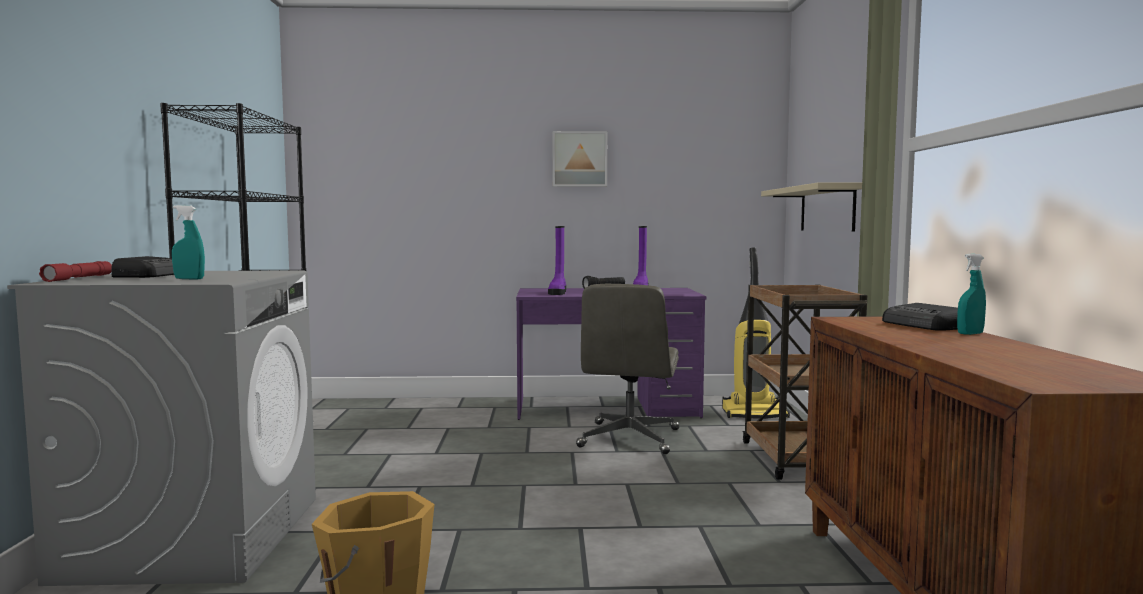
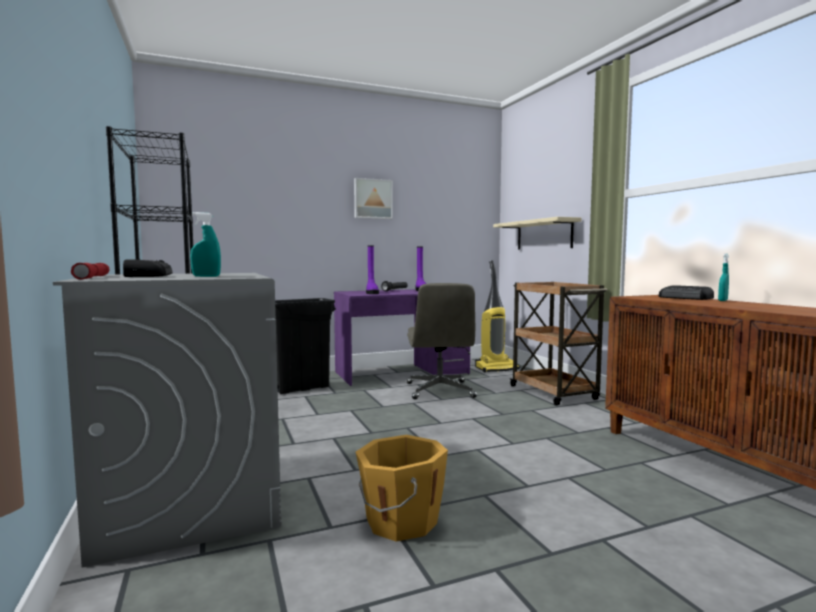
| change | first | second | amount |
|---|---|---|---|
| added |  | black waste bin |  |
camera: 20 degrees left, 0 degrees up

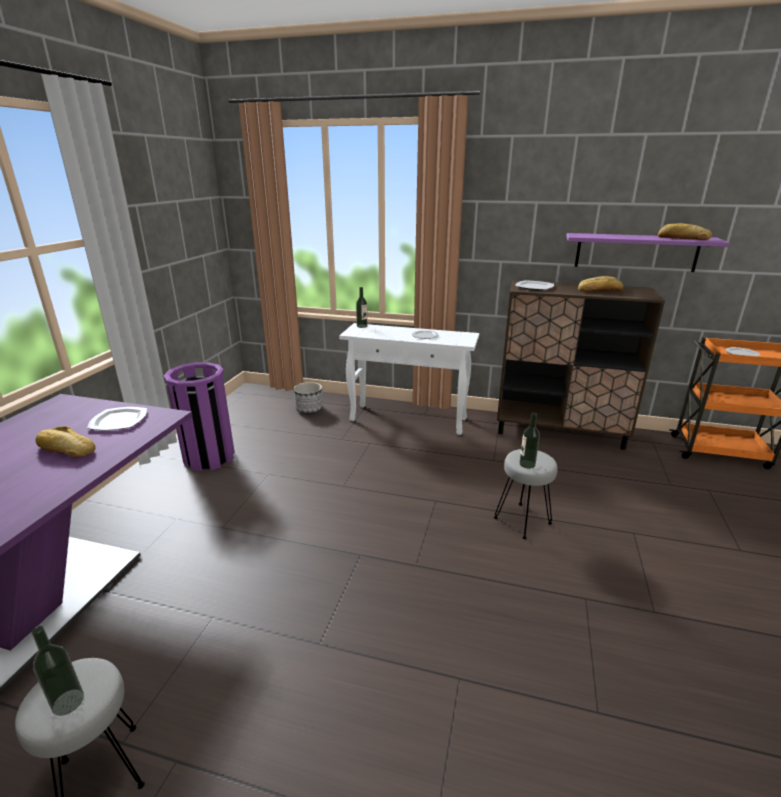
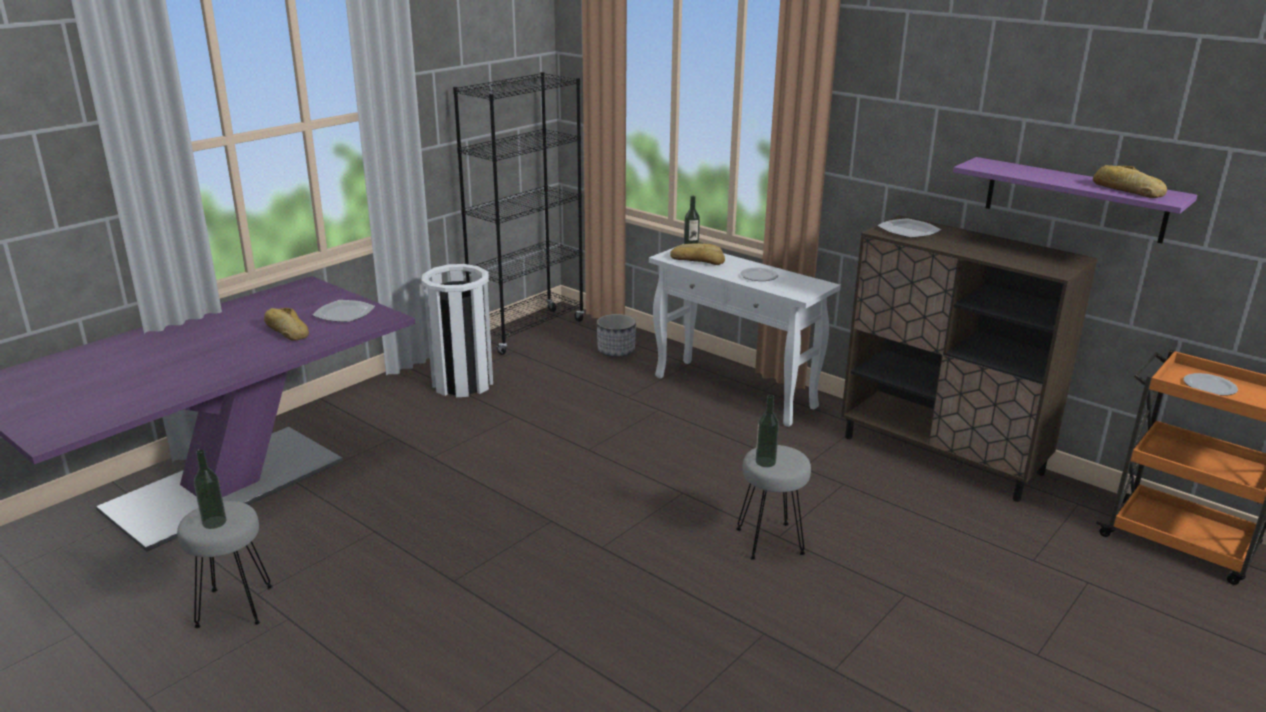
| change | first | second | amount |
|---|---|---|---|
| moved | bread (2nd from left) |  |  |
| recoloured | purple-coloured waste bin | white waste bin |  |
| added |  | black bookcase |  |
camera: 25 degrees right, 0 degrees up

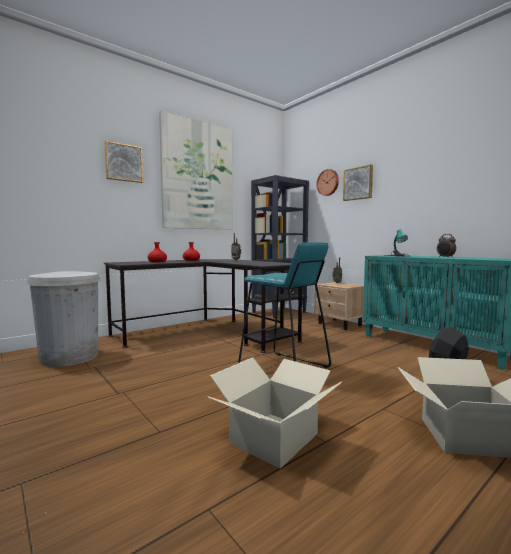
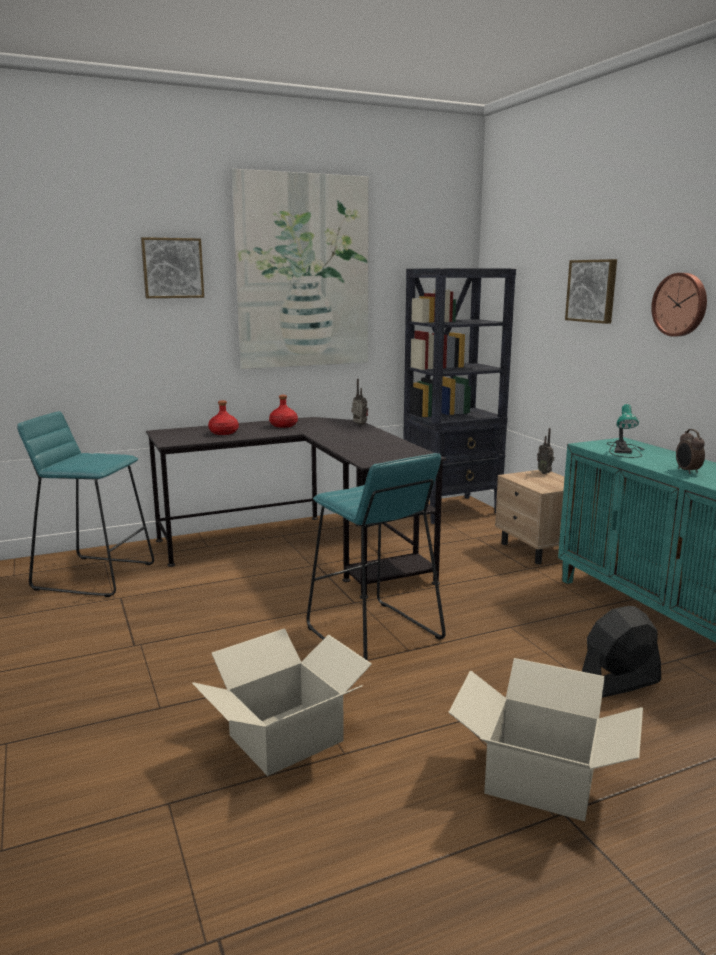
| change | first | second | amount |
|---|---|---|---|
| moved | wall clock |  |  |
| replaced | white waste bin | turquoise-coloured stool (1st from left) |  |
camera: 15 degrees right, 10 degrees up

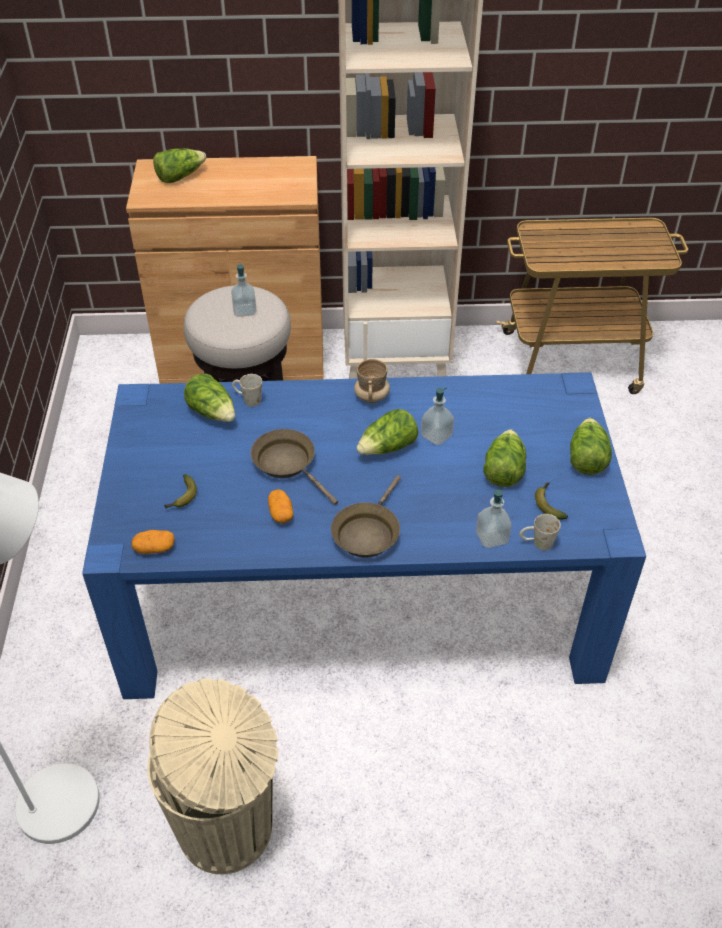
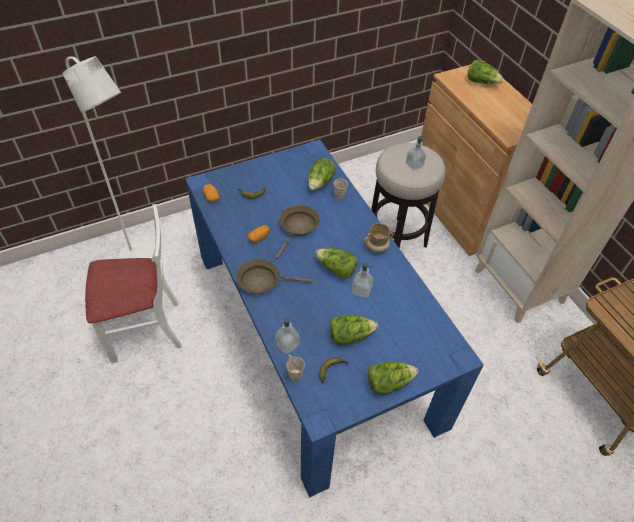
| change | first | second | amount |
|---|---|---|---|
| replaced | beige waste bin | white chair |  |
camera: 65 degrees right, 5 degrees up

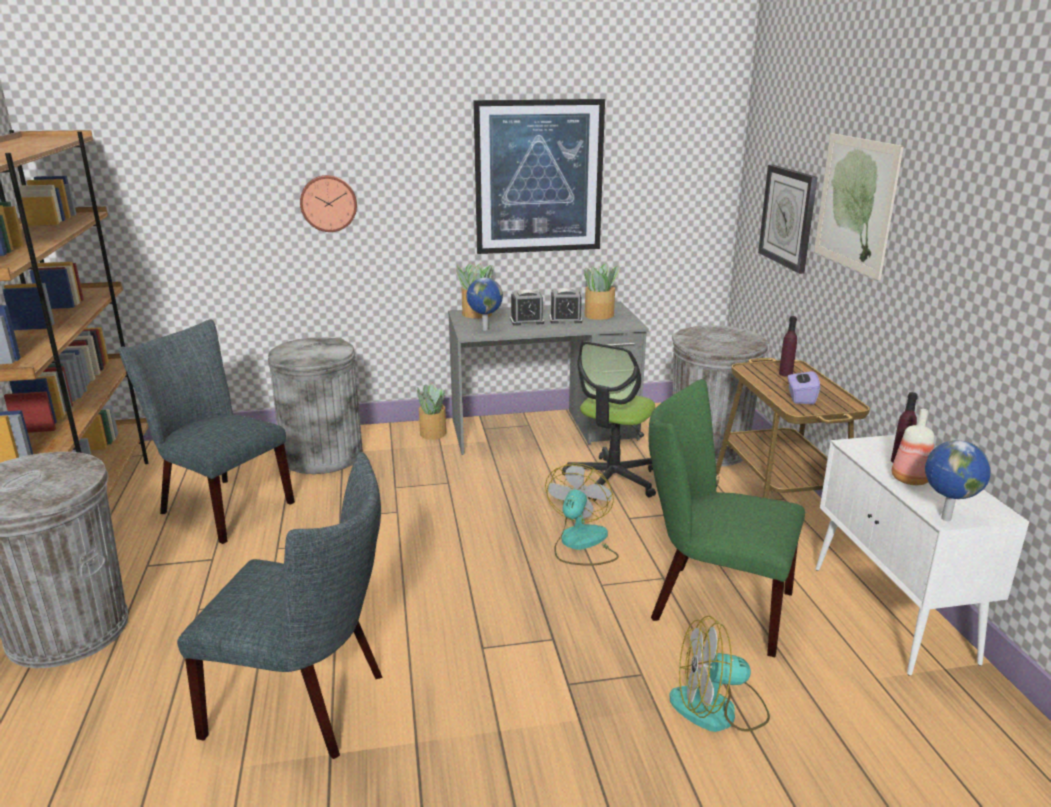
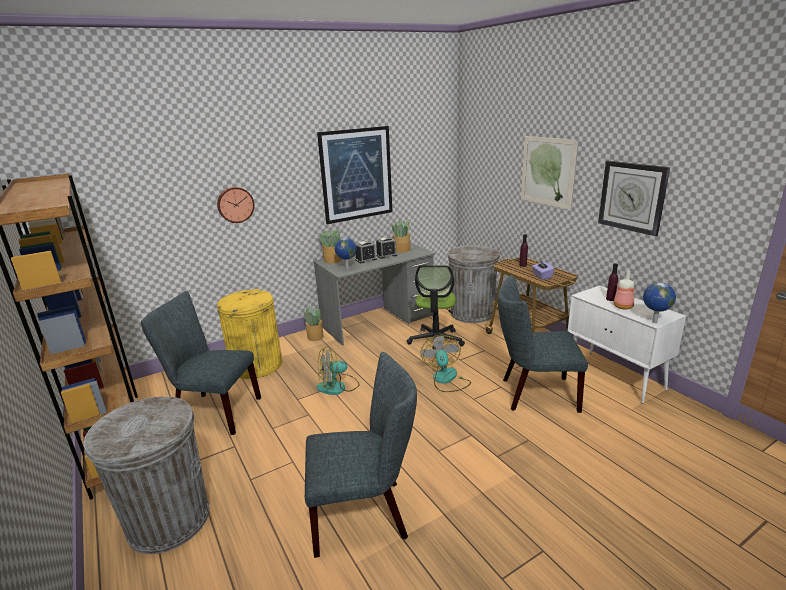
| change | first | second | amount |
|---|---|---|---|
| moved | wall clock (2nd from left) |  |  |
| recoloured | grey waste bin (2nd from left) | yellow-coloured waste bin |  |
| recoloured | green chair | grey chair (3rd from left) |  |
| moved | cooling fan (2nd from left in the first image) | cooling fan (1st from left) |  |
camera: 20 degrees left, 0 degrees up

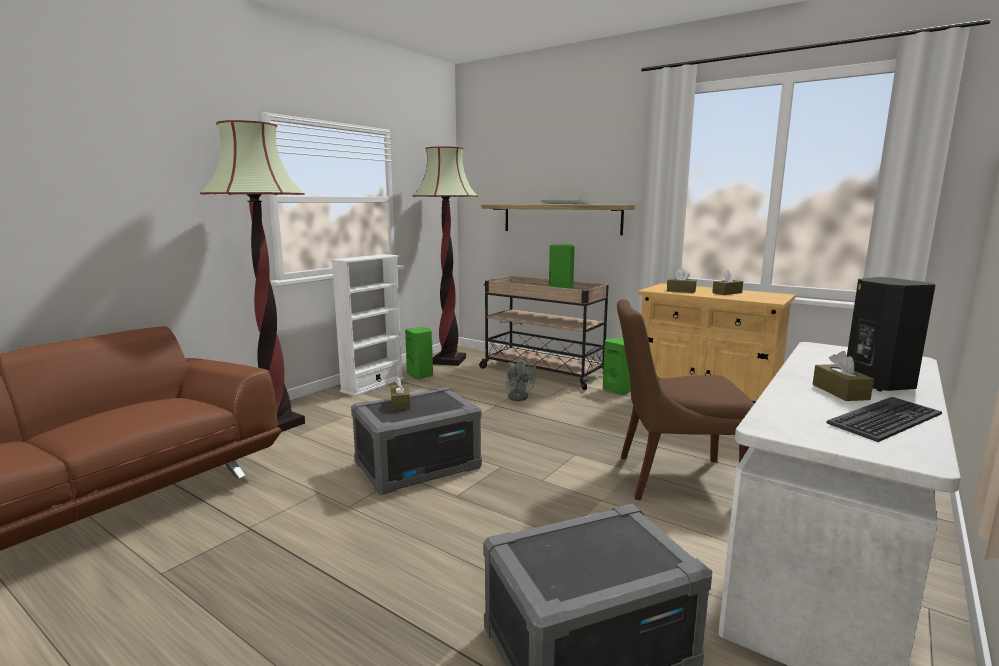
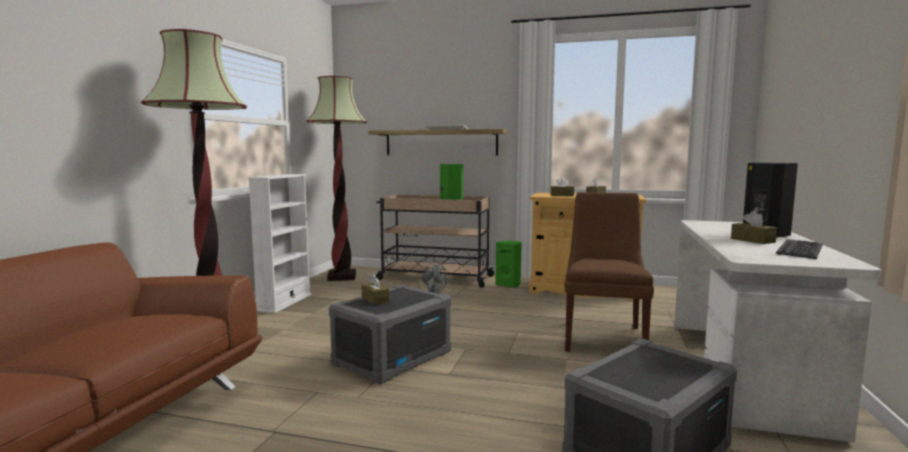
| change | first | second | amount |
|---|---|---|---|
| turned | brown chair |  | 120 degrees clockwise |
| removed | green audio speaker (1st from left) |  |  |
camera: 20 degrees left, 5 degrees down

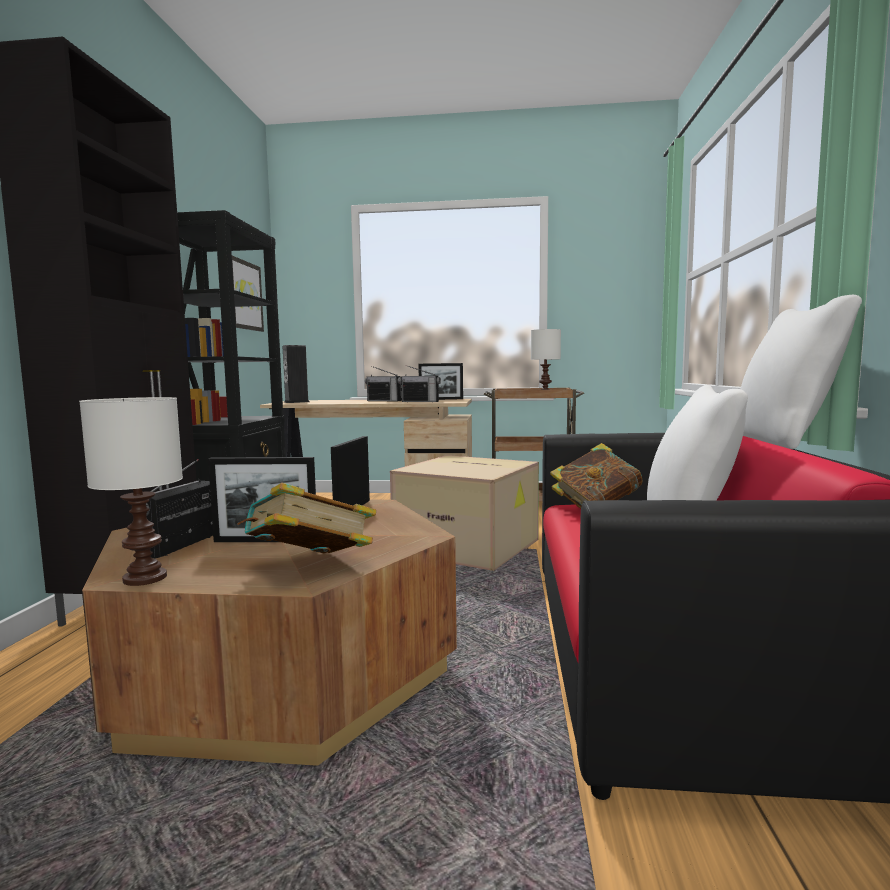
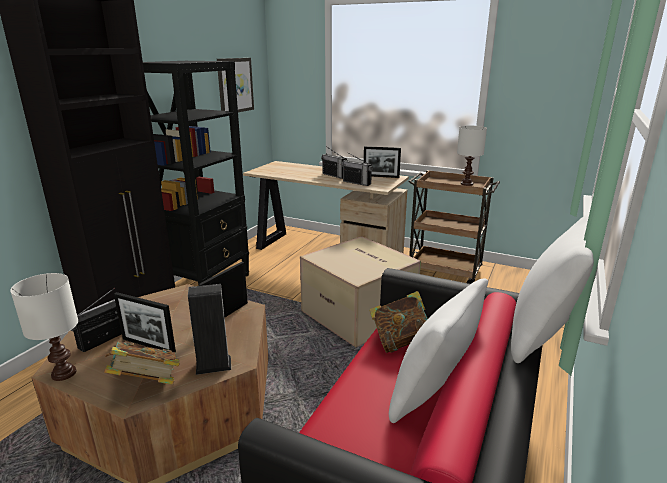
| change | first | second | amount |
|---|---|---|---|
| moved | audio speaker |  |  |
camera: 20 degrees right, 15 degrees up

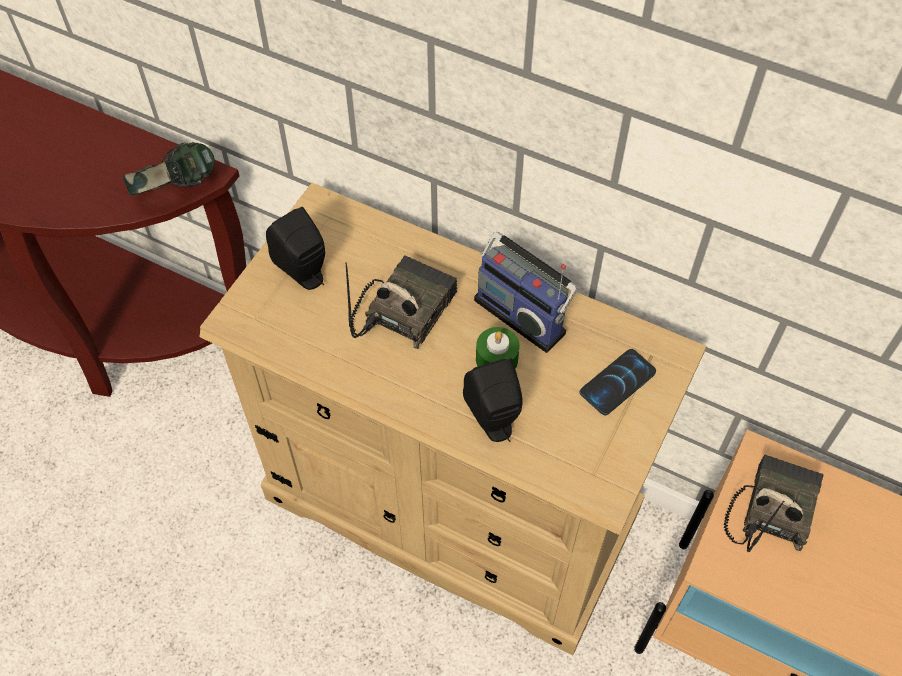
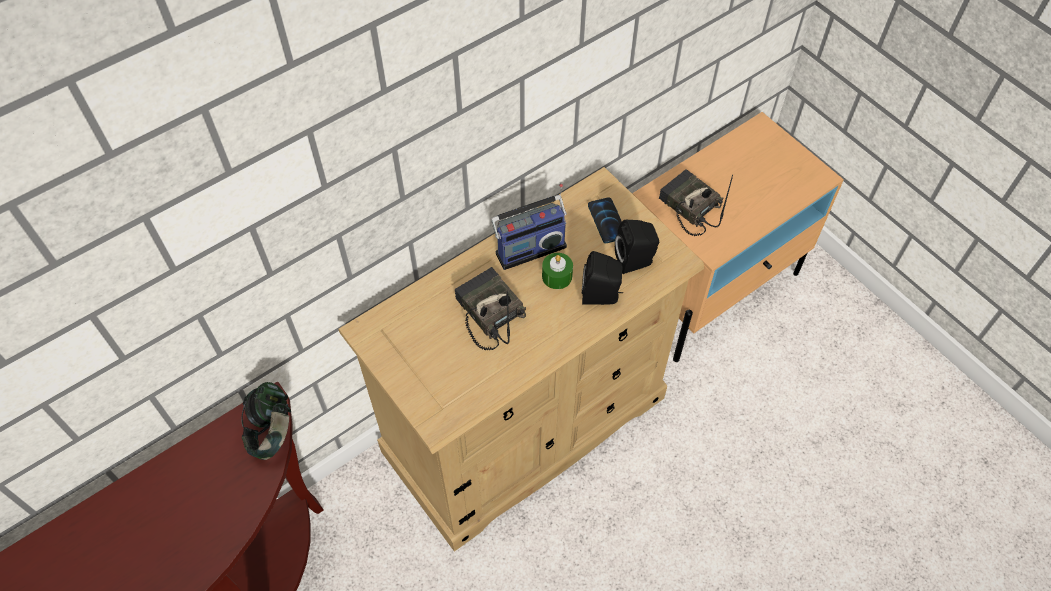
| change | first | second | amount |
|---|---|---|---|
| moved | black audio speaker (1st from left in the first image) | black audio speaker (2nd from left) |  |
camera: 65 degrees left, 0 degrees up

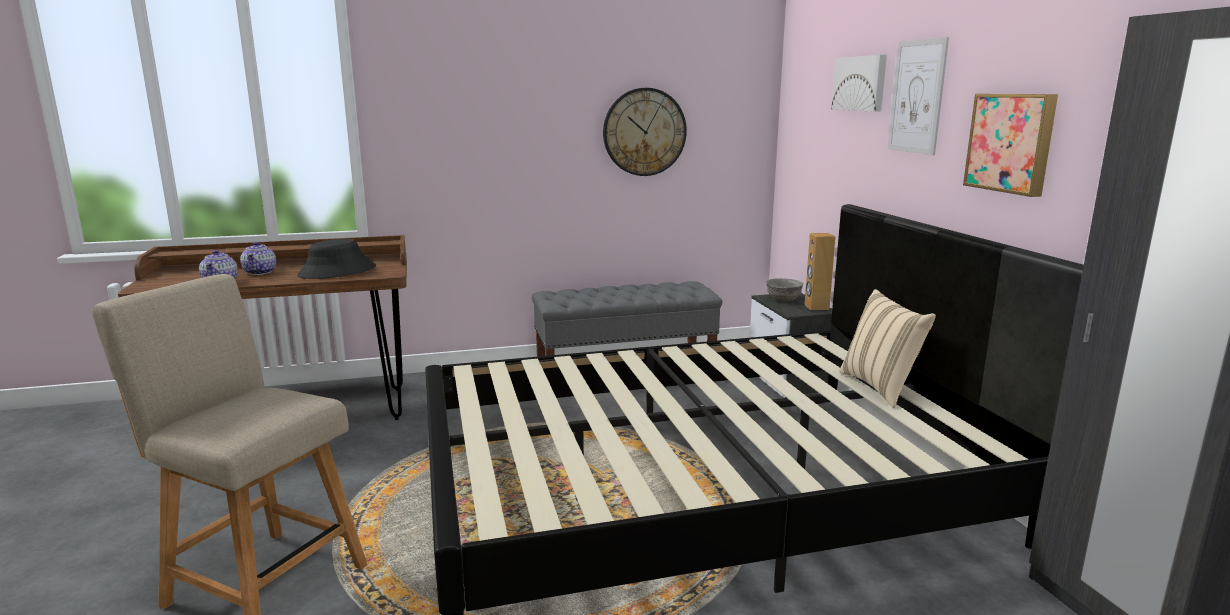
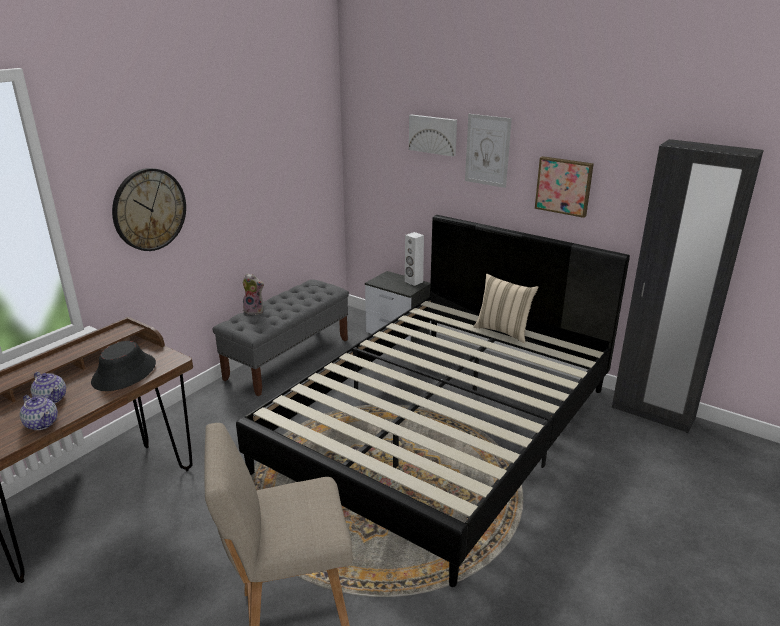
| change | first | second | amount |
|---|---|---|---|
| moved | wall clock |  |  |
| recoloured | brown audio speaker | white audio speaker |  |
| removed | grey bowl |  |  |
| added |  | cuddly toy |  |
camera: 40 degrees left, 10 degrees up

